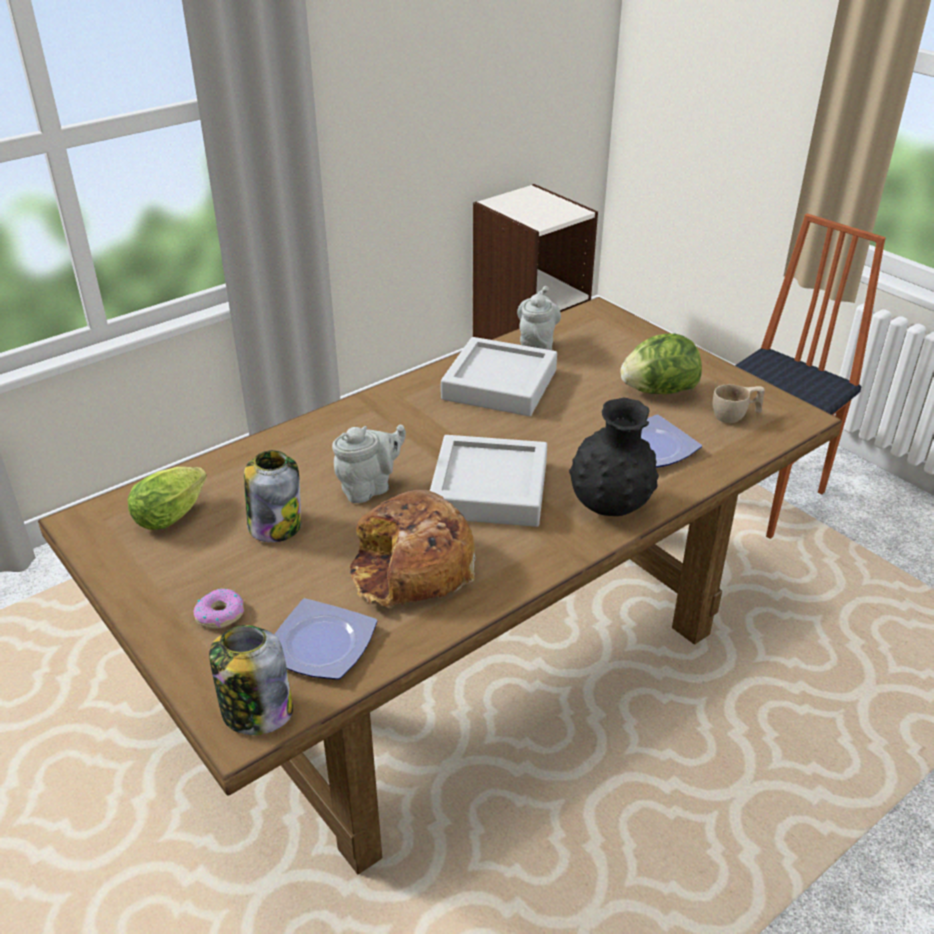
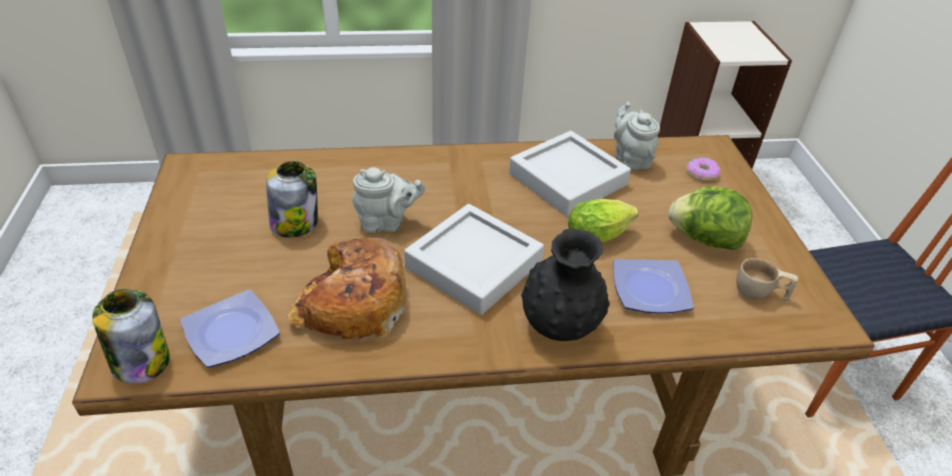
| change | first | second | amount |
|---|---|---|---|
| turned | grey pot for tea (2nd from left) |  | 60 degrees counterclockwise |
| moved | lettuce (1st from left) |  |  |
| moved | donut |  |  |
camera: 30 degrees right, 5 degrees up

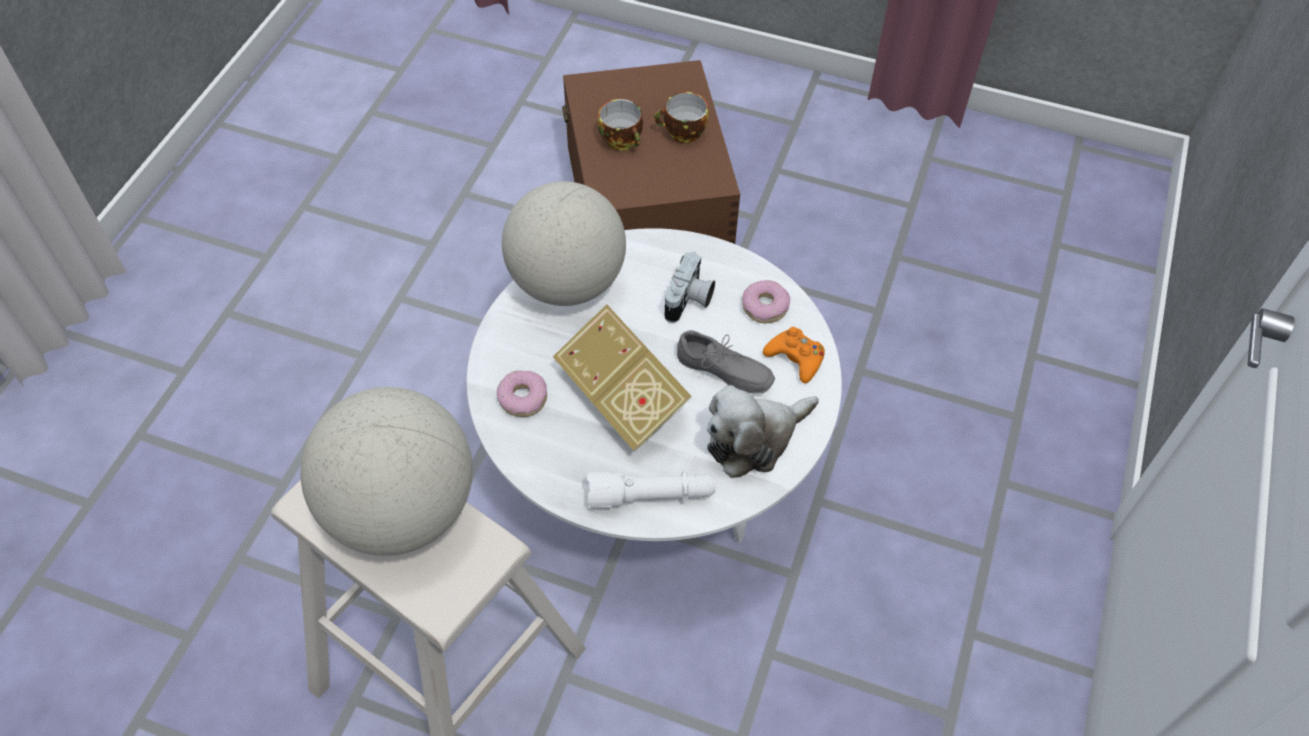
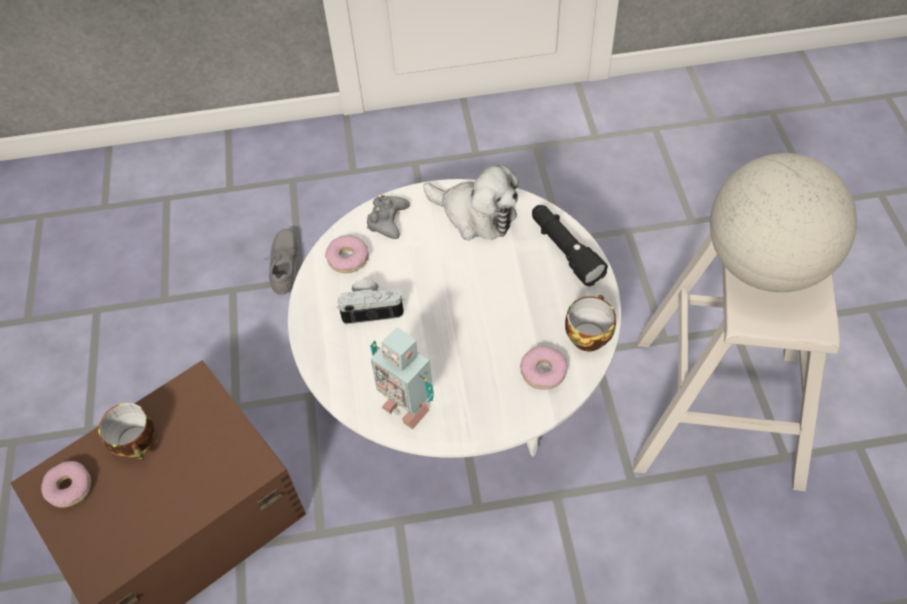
| change | first | second | amount |
|---|---|---|---|
| moved | cup (1st from left in the first image) | cup (2nd from left) |  |
| replaced | world globe (2nd from left) | robot figure |  |
| removed | book |  |  |
| recoloured | orange-coloured joypad | grey joypad |  |
| moved | grey item of footwear |  |  |
| recoloured | white torch | black torch |  |
| added |  | donut (1st from left) |  |
camera: 115 degrees left, 0 degrees up

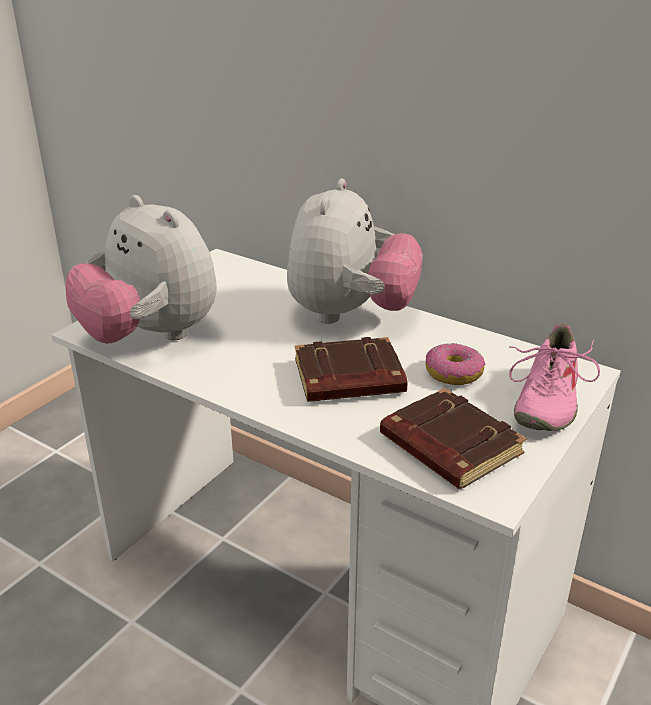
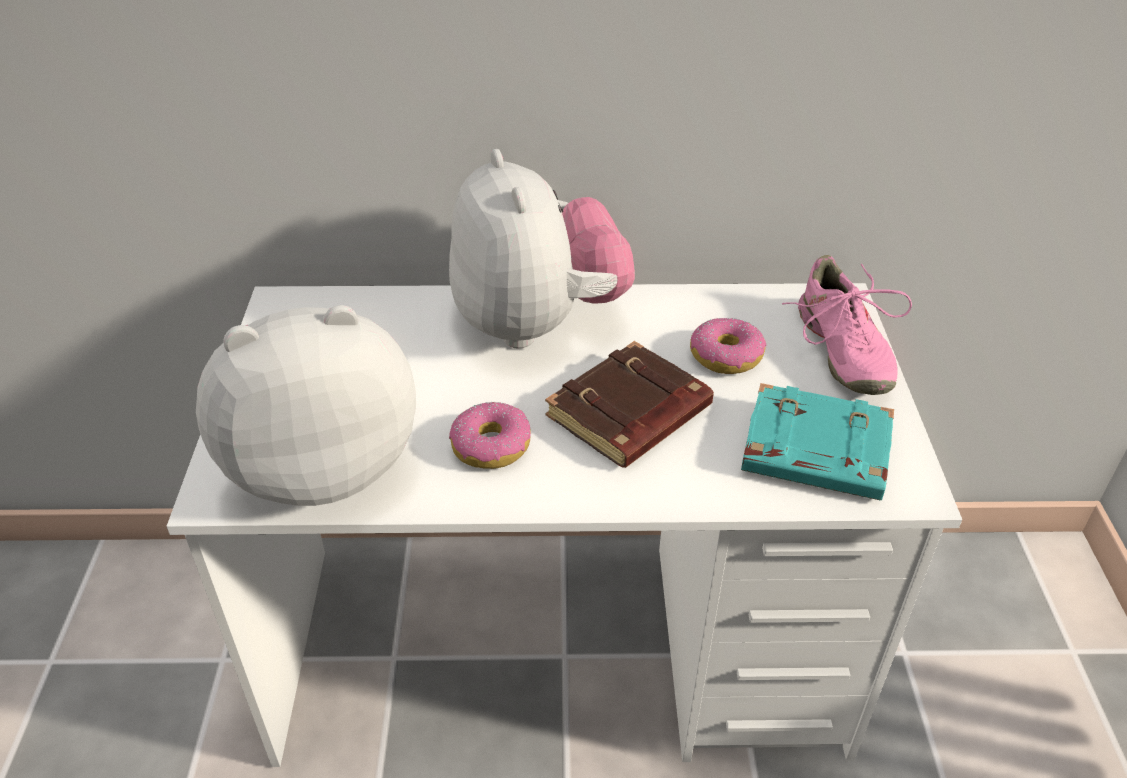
| change | first | second | amount |
|---|---|---|---|
| turned | cuddly toy (1st from left) |  | 150 degrees clockwise |
| recoloured | brown book (2nd from left) | turquoise-coloured book |  |
| added |  | donut (1st from left) |  |
camera: 35 degrees left, 10 degrees up

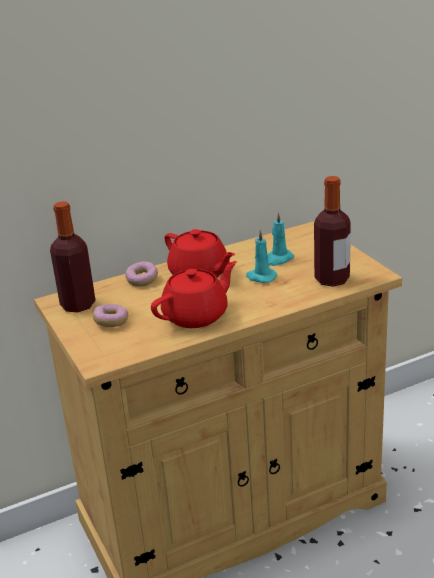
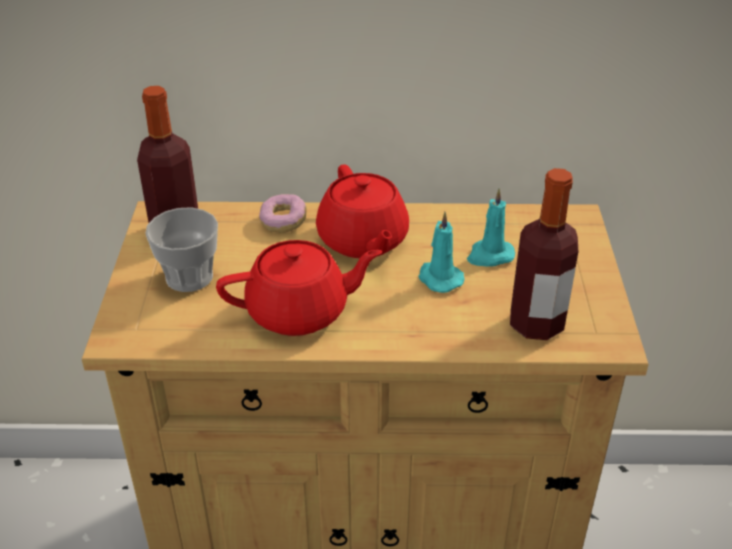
| change | first | second | amount |
|---|---|---|---|
| replaced | donut (1st from left) | cup |  |
camera: 25 degrees right, 10 degrees up

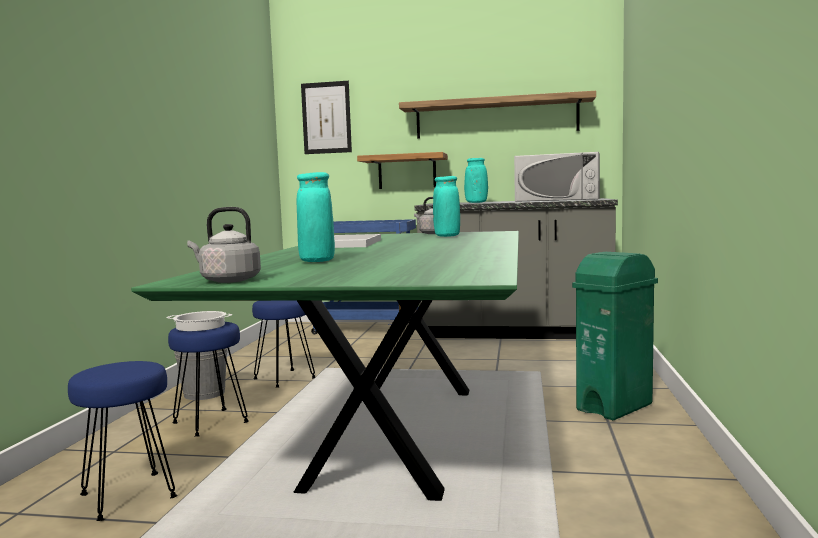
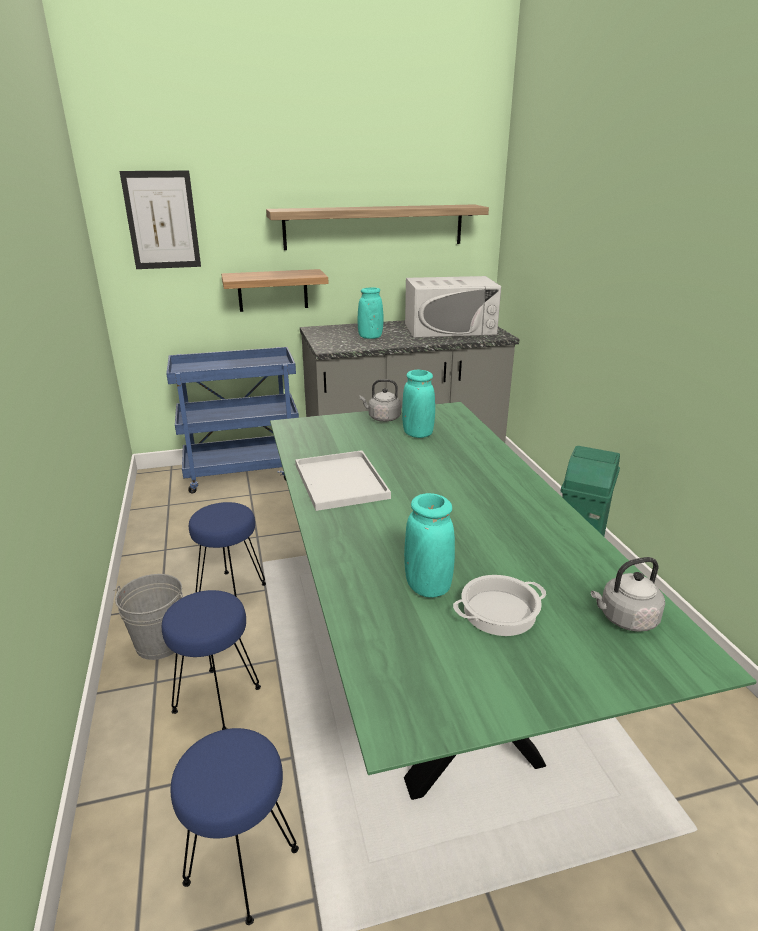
| change | first | second | amount |
|---|---|---|---|
| moved | grey kettle (1st from left in the first image) | grey kettle (2nd from left) |  |
| moved | cooking pot |  |  |
camera: 25 degrees left, 20 degrees up

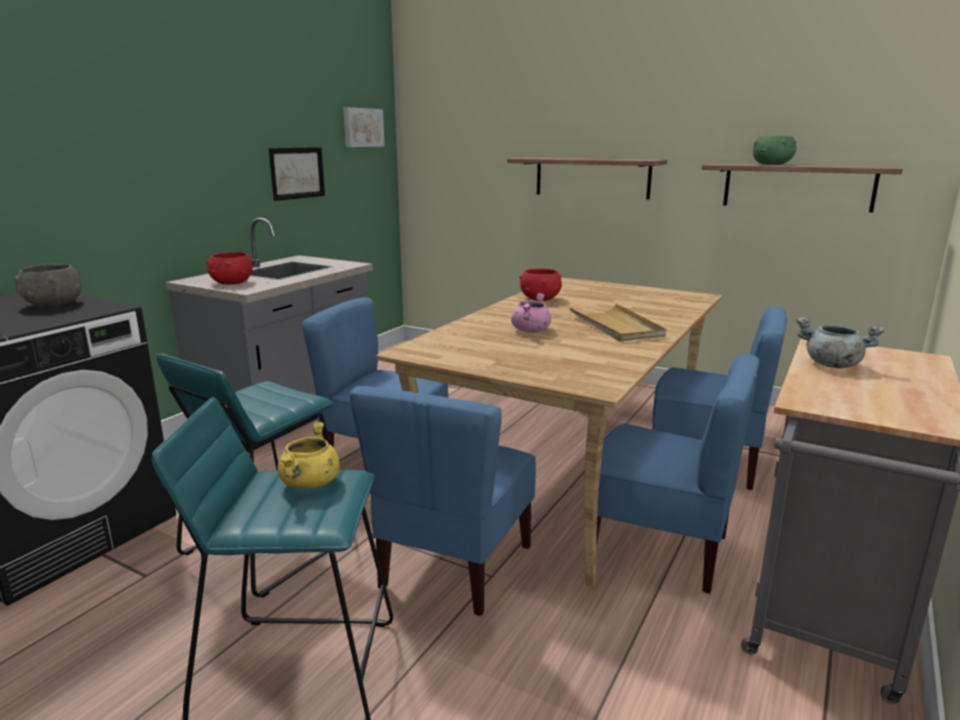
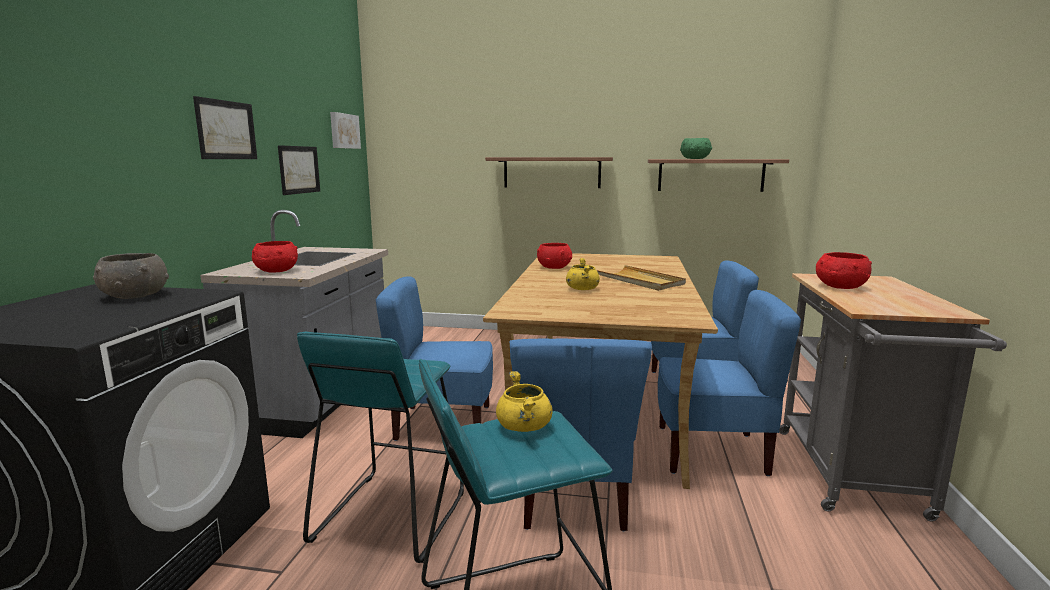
| change | first | second | amount |
|---|---|---|---|
| recoloured | pink cooking pot | yellow-coloured cooking pot (2nd from left) |  |
| replaced | grey cooking pot | red-coloured bowl (3rd from left) |  |
| added |  | picture (1st from left) |  |
camera: 20 degrees left, 5 degrees down

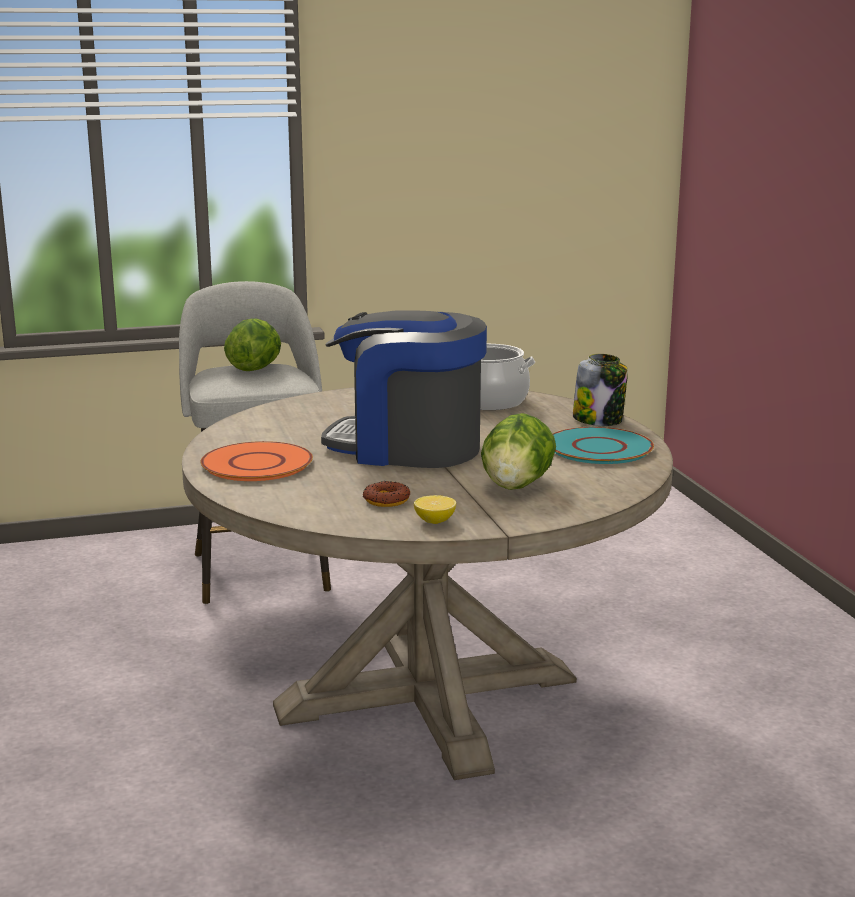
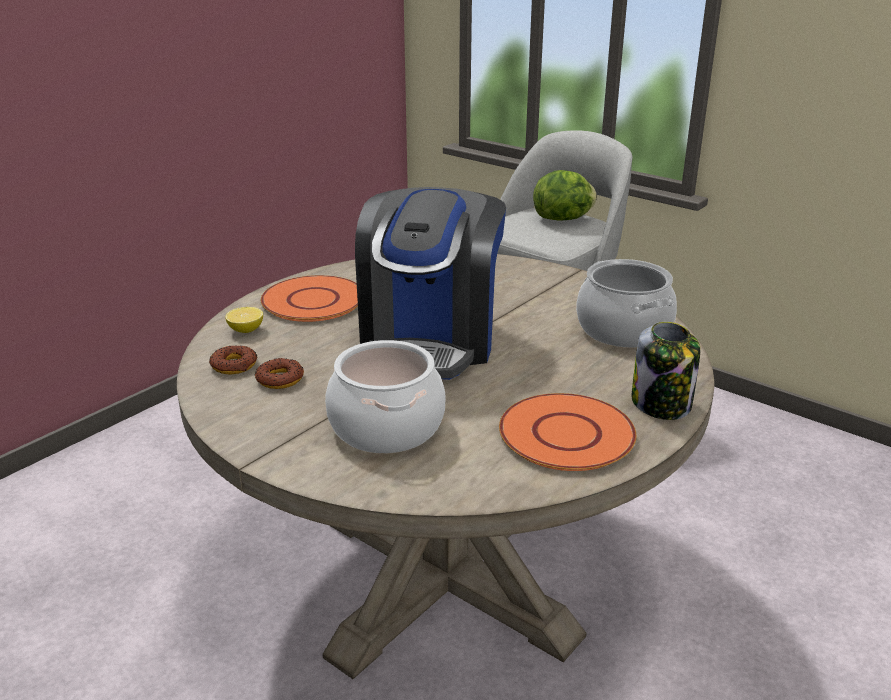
| change | first | second | amount |
|---|---|---|---|
| turned | coffee machine |  | 150 degrees counterclockwise |
| replaced | lettuce (2nd from left) | cooking pot (1st from left) |  |
| recoloured | turquoise-coloured flat dish | orange-coloured flat dish (2nd from left) |  |
| moved | whole lemon |  |  |
| added |  | donut (1st from left) |  |
camera: 55 degrees right, 10 degrees up

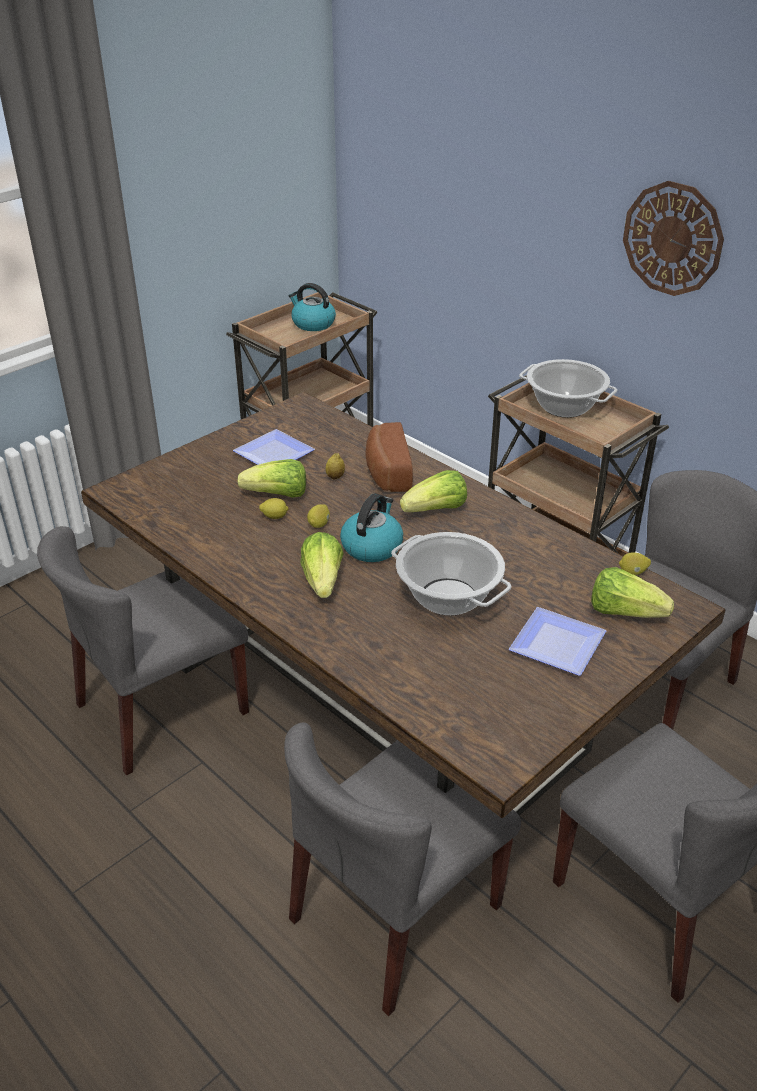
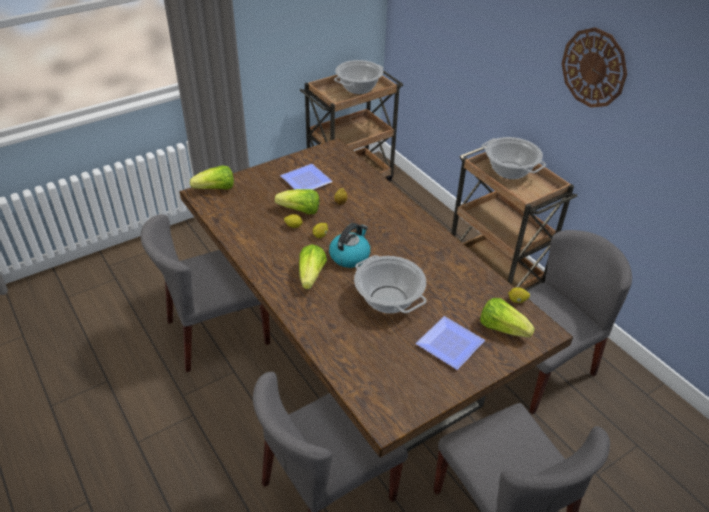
| change | first | second | amount |
|---|---|---|---|
| replaced | kettle (1st from left) | cooking pot (1st from left) |  |
| removed | bread |  |  |
| moved | lettuce (3rd from left in the first image) | lettuce (1st from left) |  |
camera: 10 degrees right, 5 degrees up

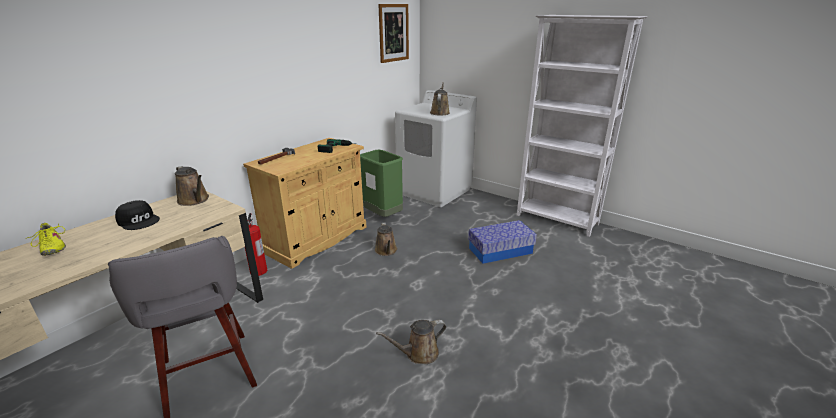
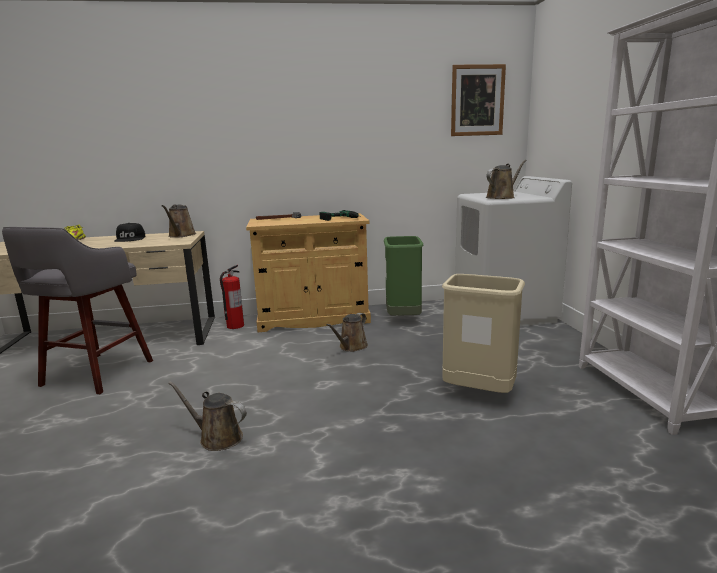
| change | first | second | amount |
|---|---|---|---|
| replaced | storage box | beige waste bin |  |
camera: 45 degrees right, 10 degrees down

